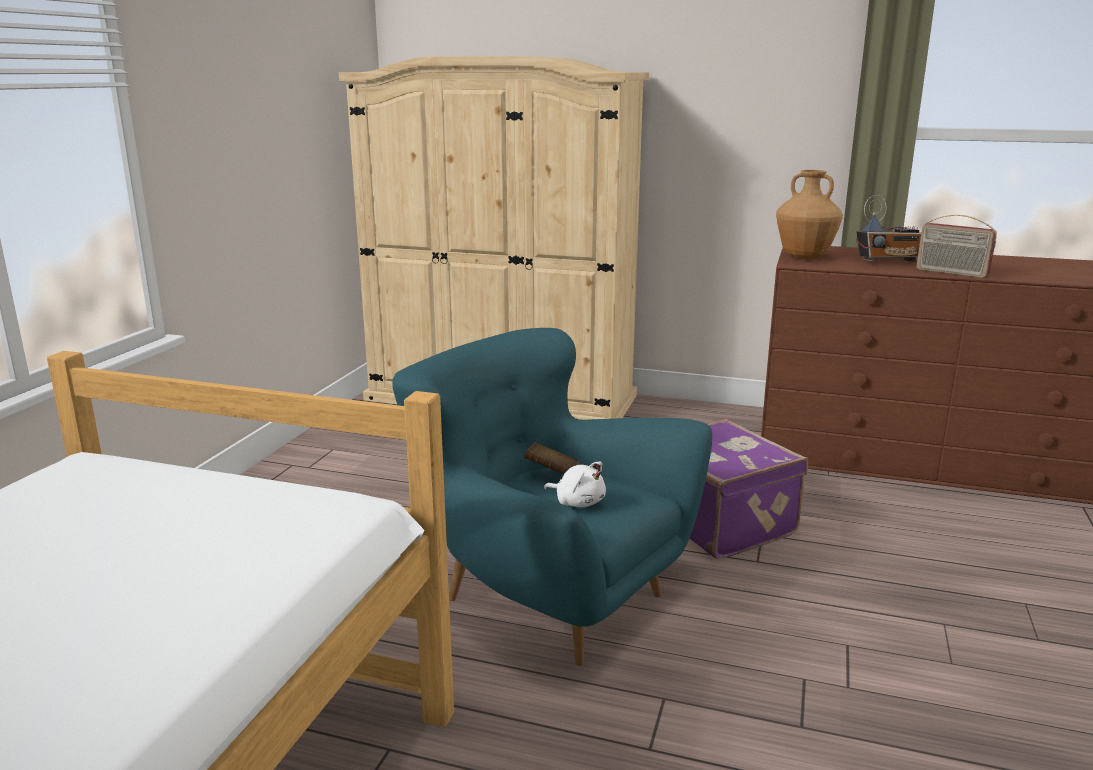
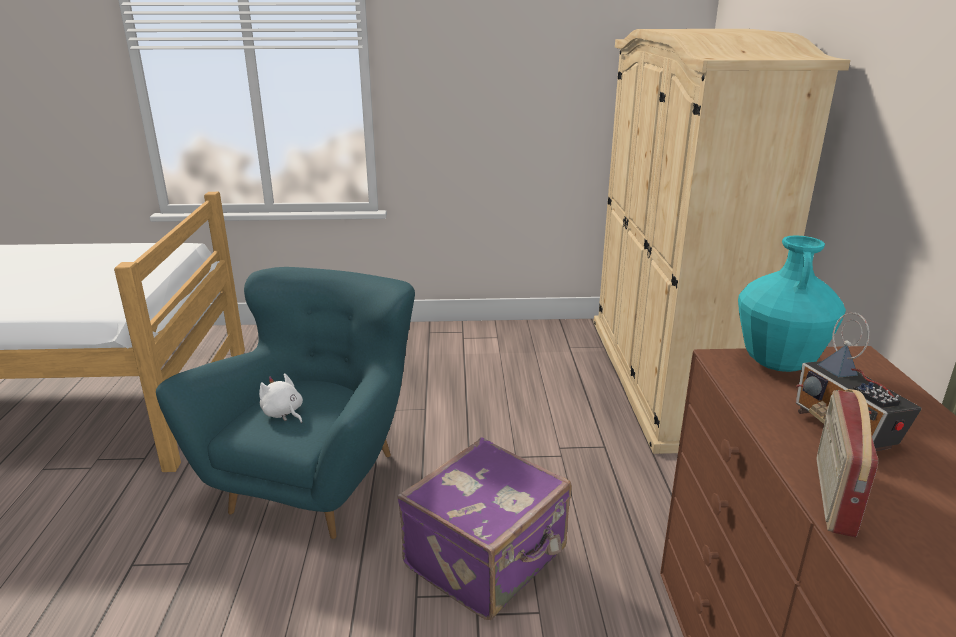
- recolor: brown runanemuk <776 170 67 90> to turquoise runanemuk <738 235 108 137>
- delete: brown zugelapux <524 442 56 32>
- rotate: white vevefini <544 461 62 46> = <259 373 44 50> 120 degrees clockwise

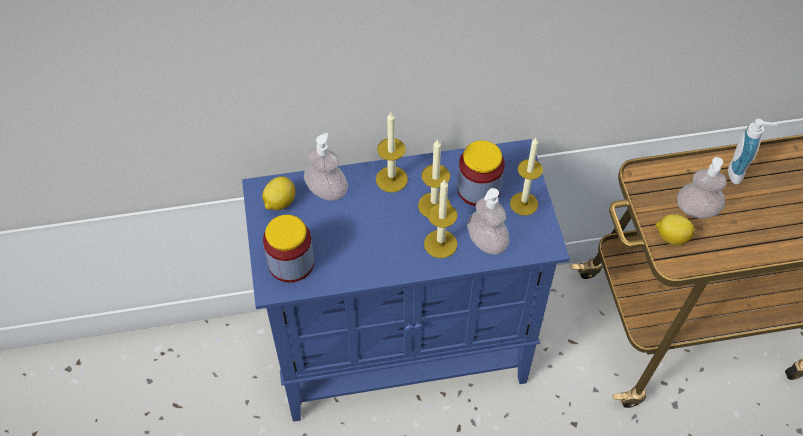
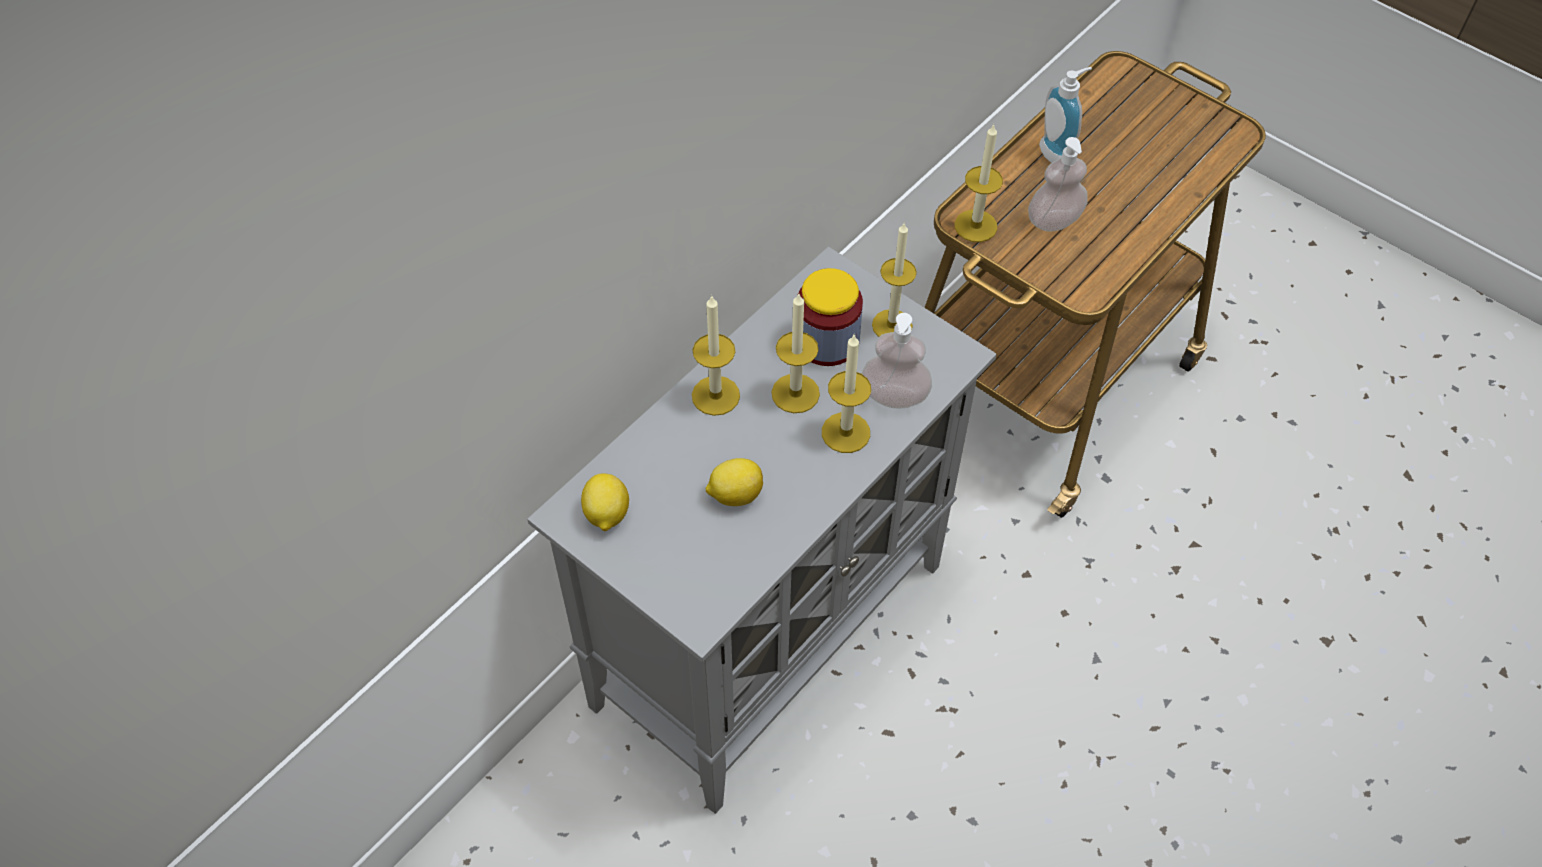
- delete: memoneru <304 133 44 68>
- recolor: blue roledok <242 139 328 283> to grey roledok <527 247 470 567>
- move: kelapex <656 214 38 32> to <706 458 57 48>
- delete: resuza <263 215 51 68>
- insert: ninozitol <955 123 48 119>

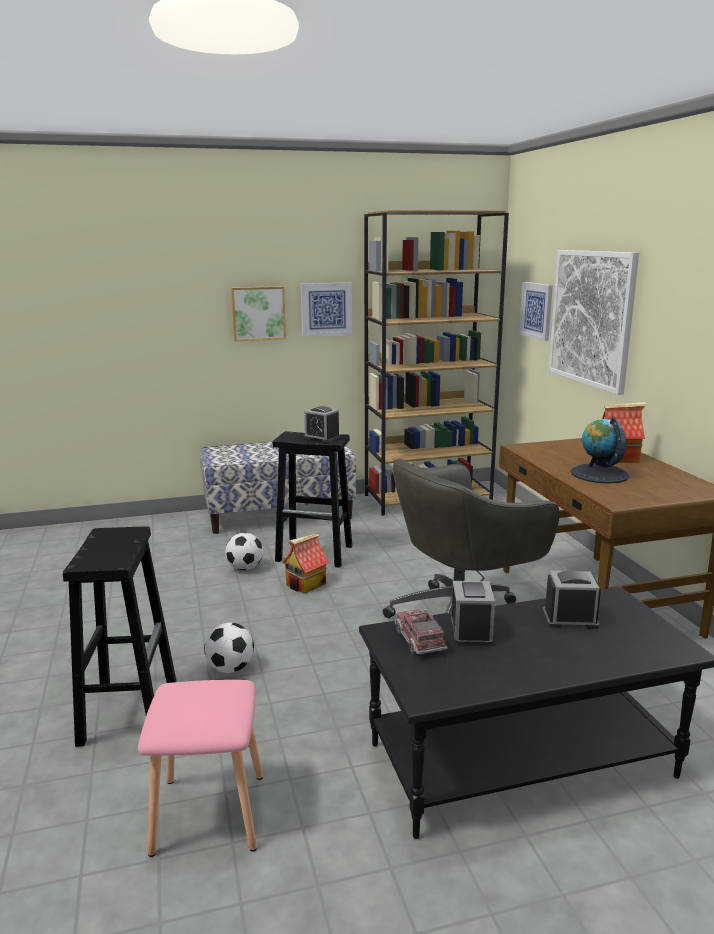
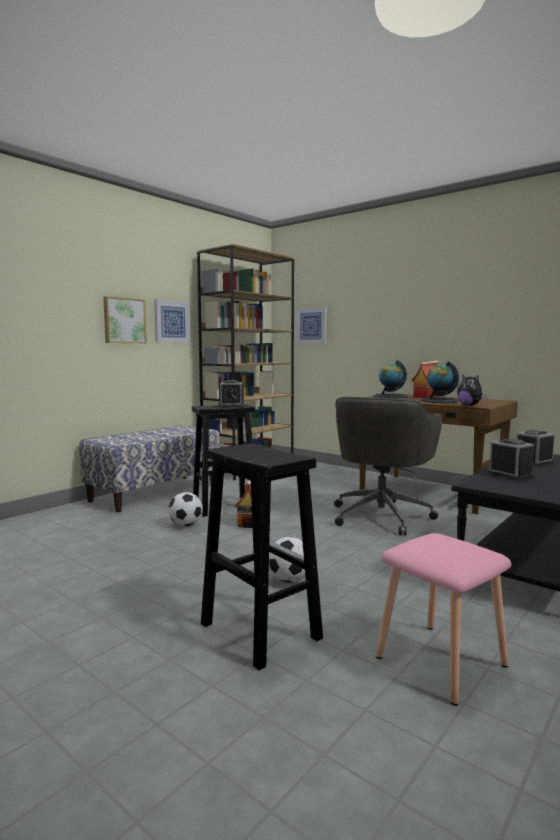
- delete: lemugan <549 250 90 145>
- delete: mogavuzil <395 609 52 46>
- insert: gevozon <374 360 33 38>
- insert: vevefini <457 374 30 32>

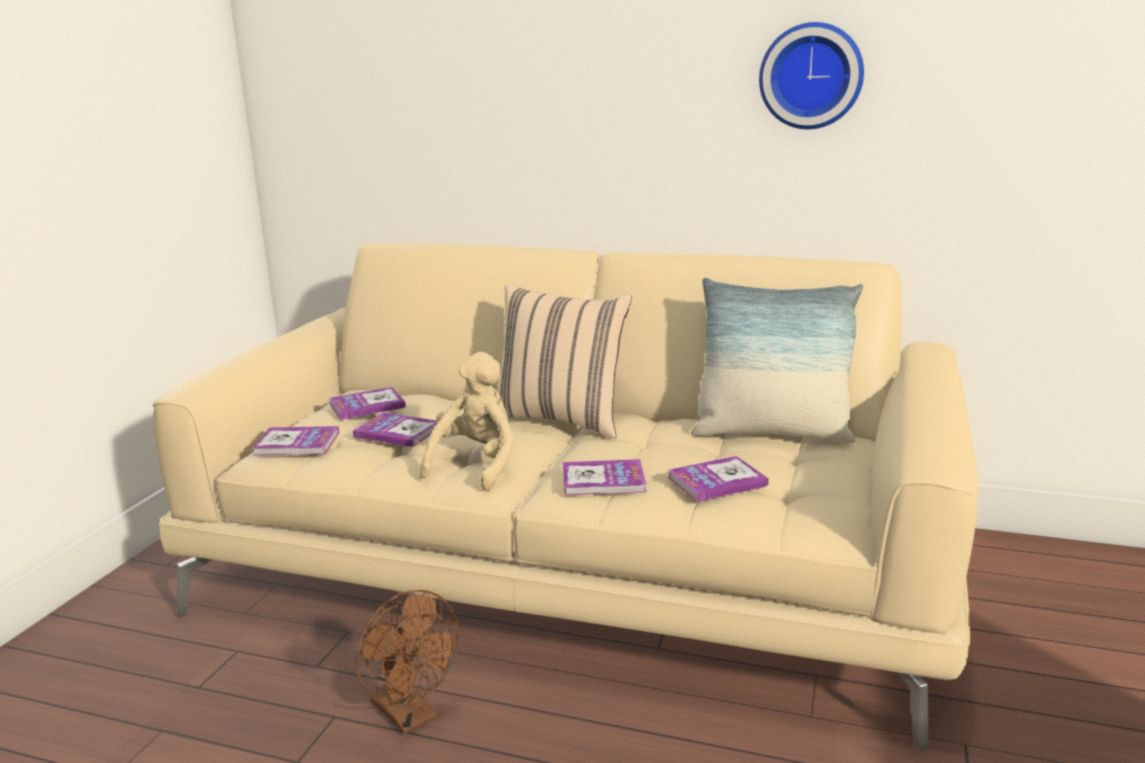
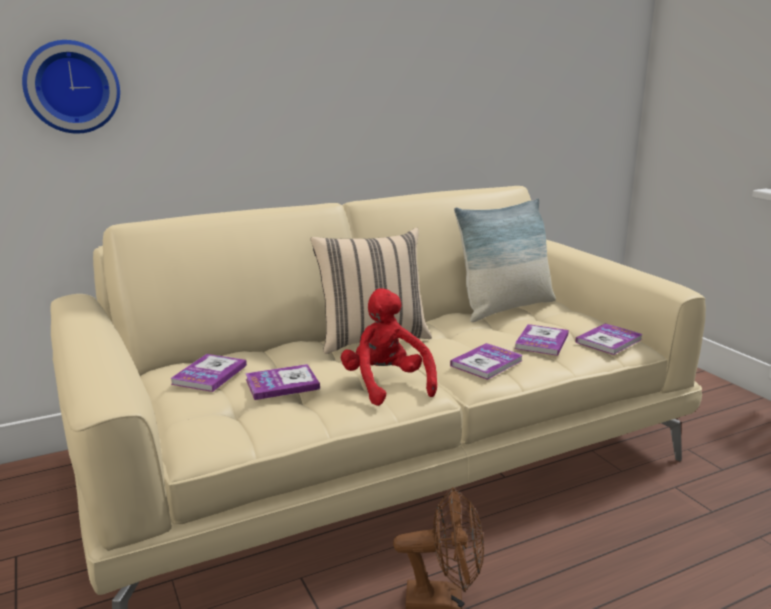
- move: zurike <759 22 105 107> to <22 40 98 94>
- recolor: beige vevefini <420 352 94 139> to red vevefini <341 288 96 118>
- move: zugelapux <252 426 87 29> to <575 323 67 32>

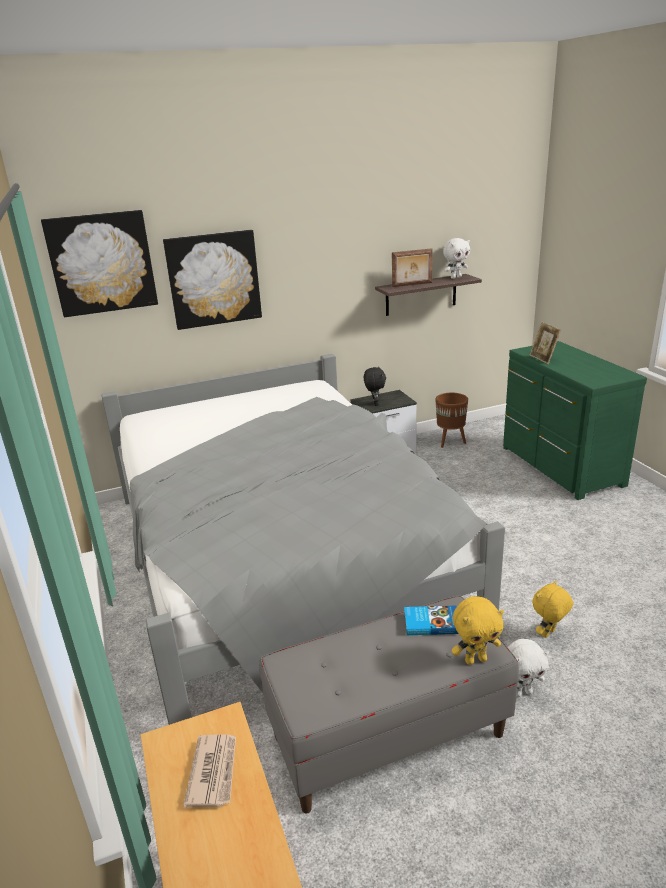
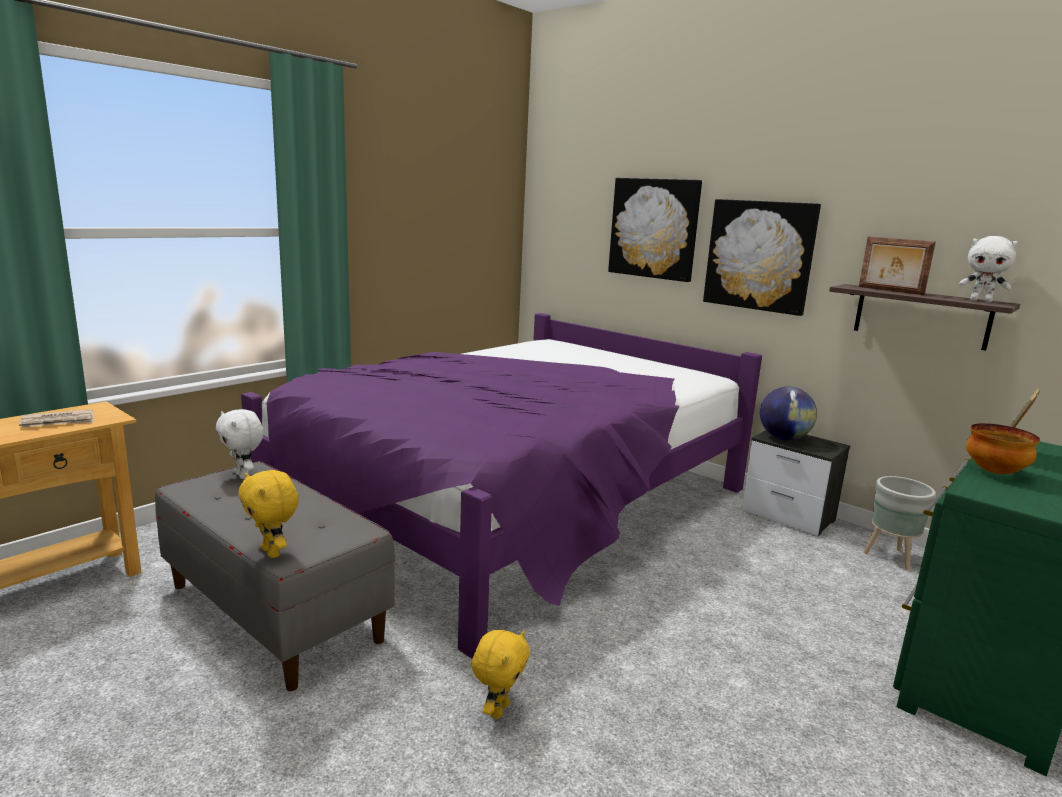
- move: lemugan <41 210 117 107> to <703 199 118 117>
- recolor: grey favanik <101 354 404 371> to purple favanik <241 313 521 346>
- replace: black vevefini <364 366 22 40> to gevozon <760 387 57 53>
- recolor: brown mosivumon <435 393 33 55> to grey mosivumon <863 476 73 94>
- rotate: yellow vevefini <532 581 41 57> = <472 630 58 89> 90 degrees clockwise
- delete: zugelapux <404 606 54 29>
- move: white vevefini <508 639 41 58> to <216 409 48 70>
- insert: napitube <966 423 74 51>

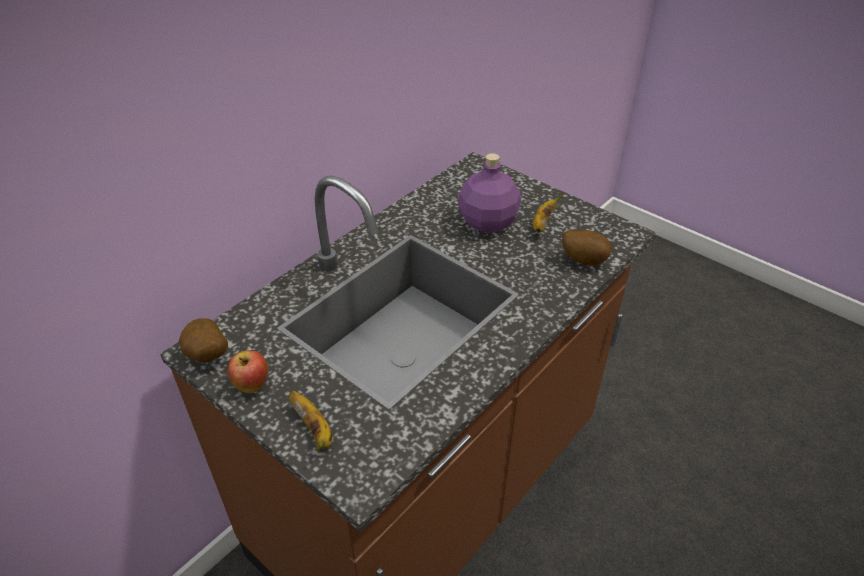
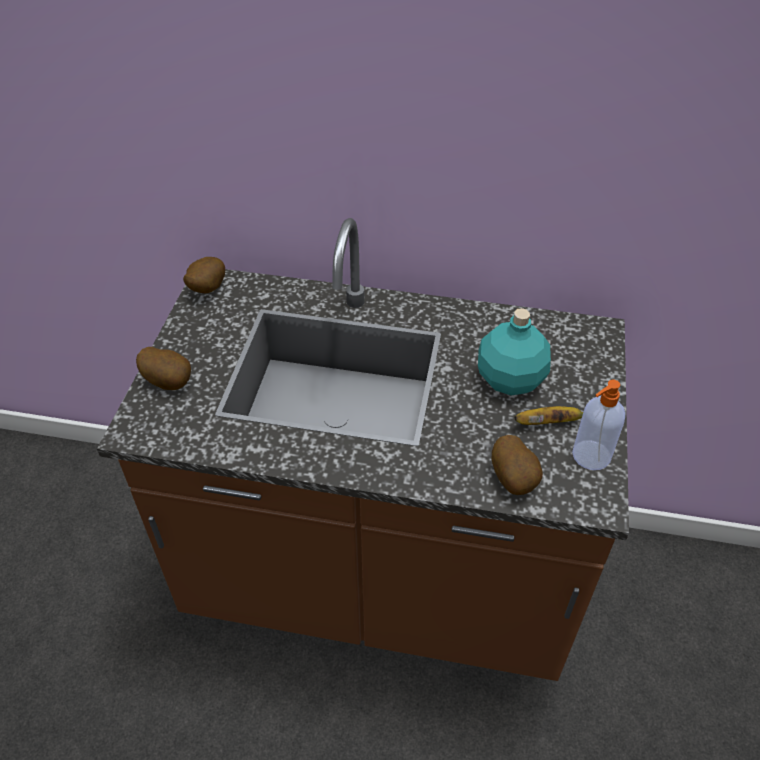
- recolor: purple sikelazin <458 153 63 79> to turquoise sikelazin <478 308 73 87>
- delete: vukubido <227 350 41 43>
- replace: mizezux <289 391 43 60> to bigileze <136 347 55 43>
- insert: memoneru <572 380 53 90>

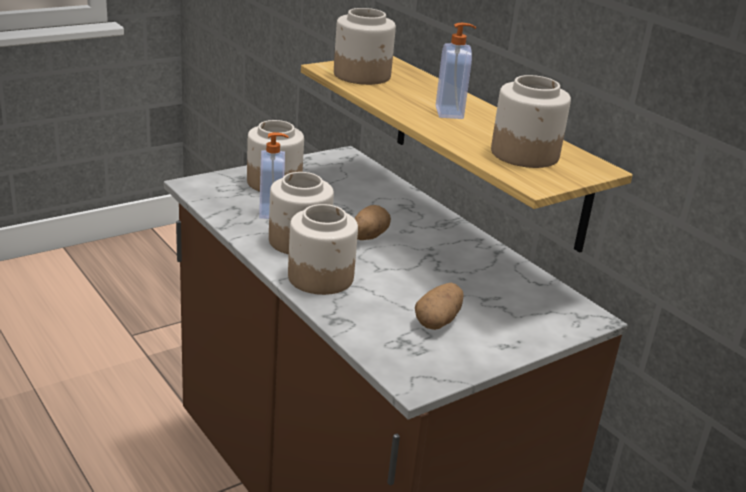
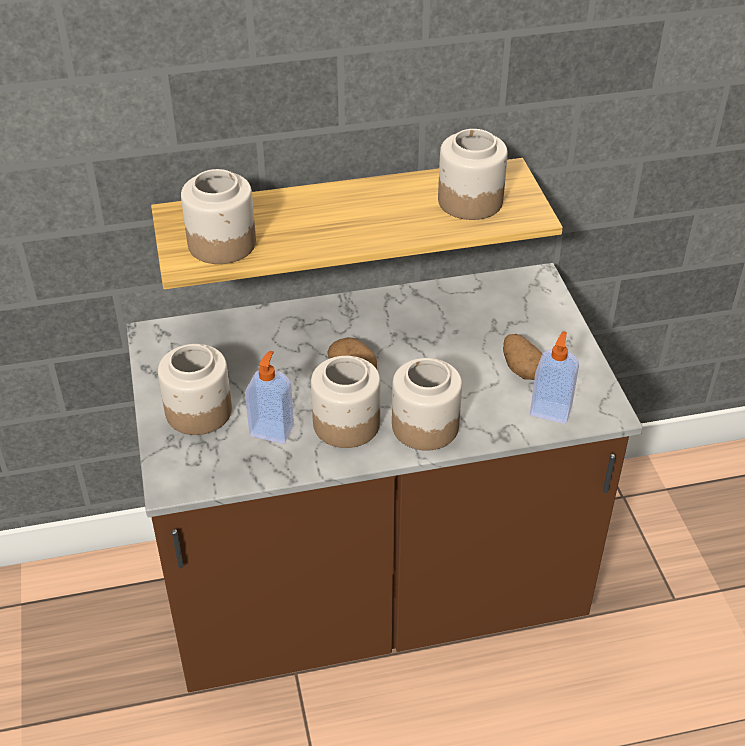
- move: memoneru <436 23 40 96> to <530 331 49 93>

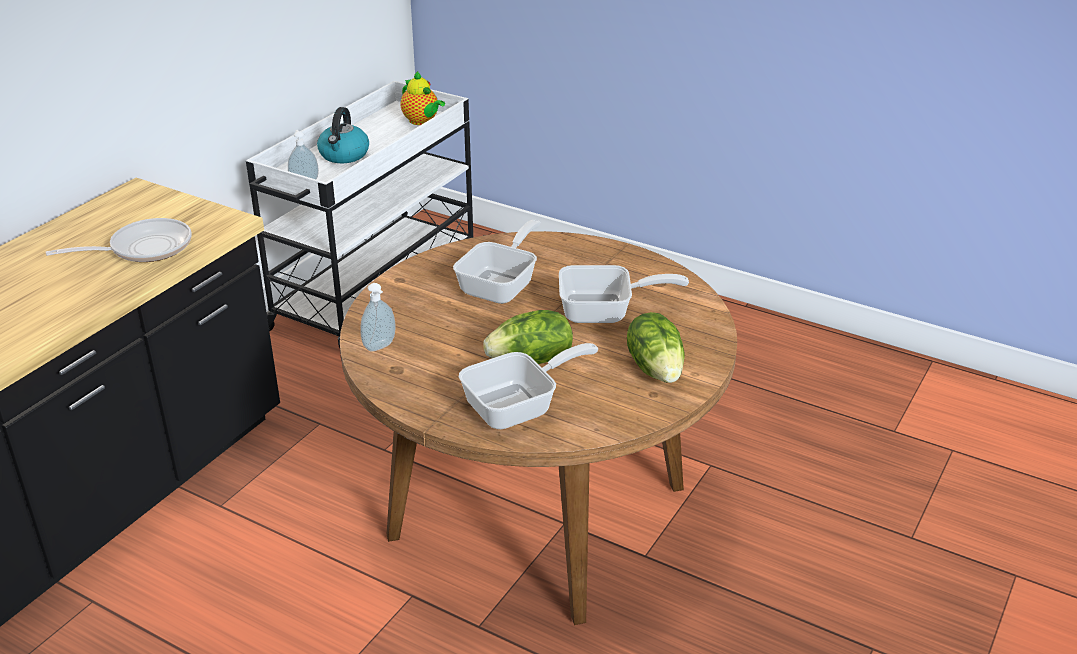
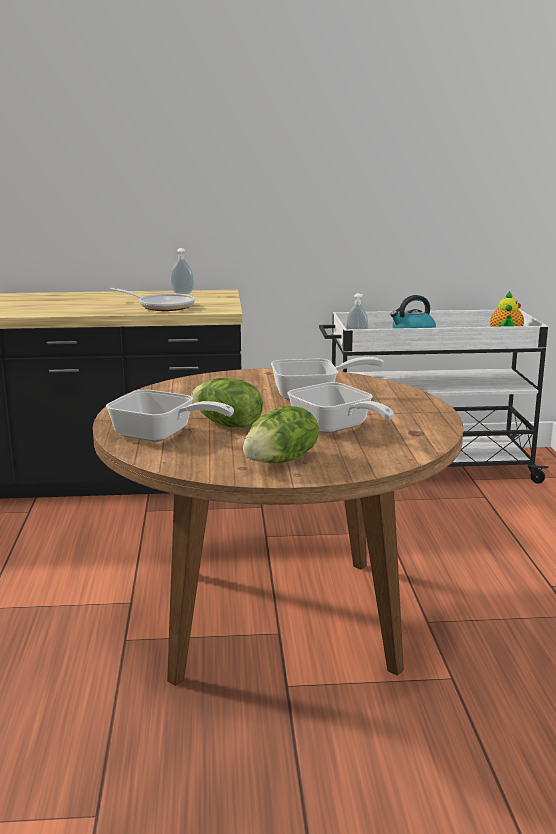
- move: memoneru <361 283 35 69> to <171 248 23 46>

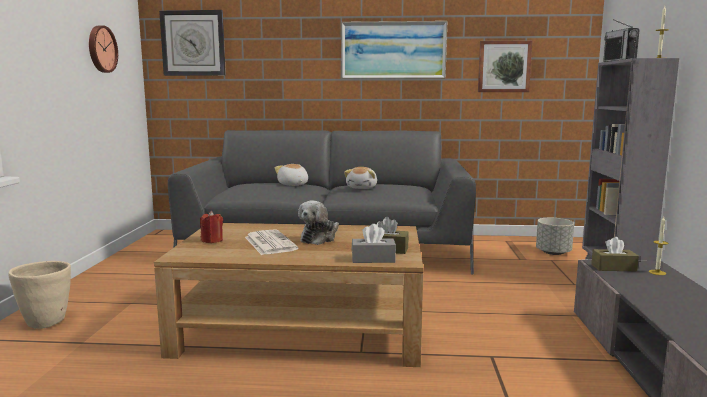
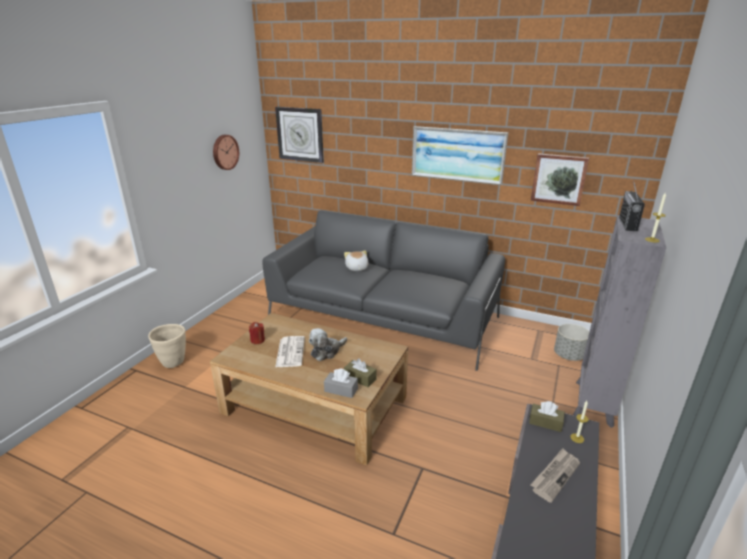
- delete: vevefini <344 167 33 22>
- insert: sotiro <530 448 50 55>

